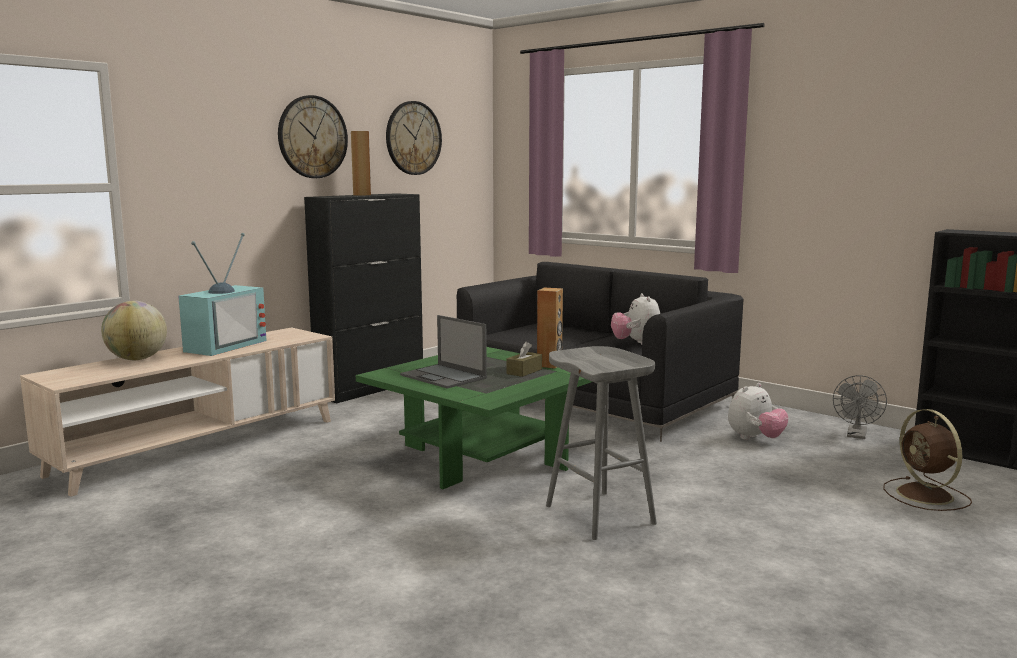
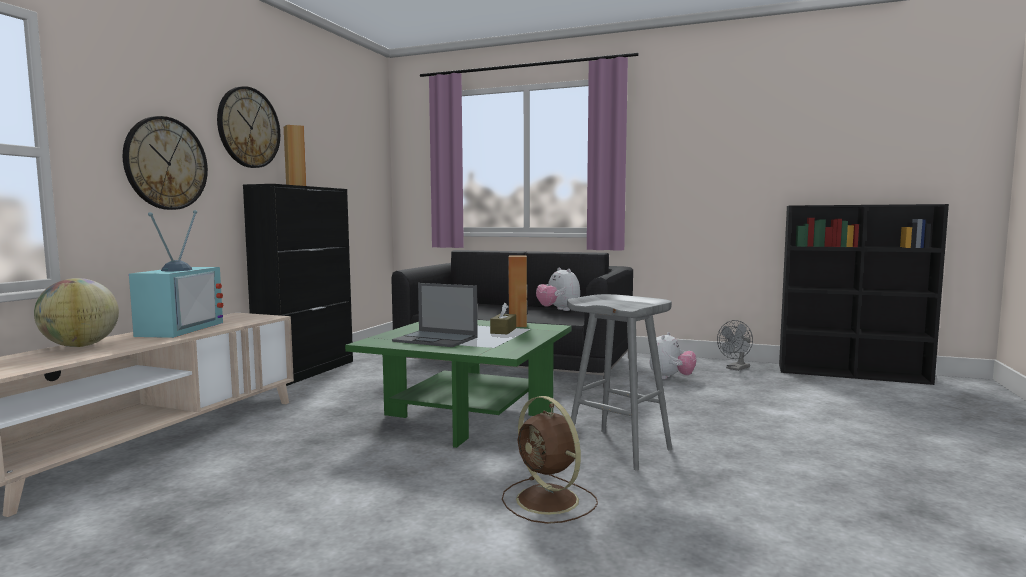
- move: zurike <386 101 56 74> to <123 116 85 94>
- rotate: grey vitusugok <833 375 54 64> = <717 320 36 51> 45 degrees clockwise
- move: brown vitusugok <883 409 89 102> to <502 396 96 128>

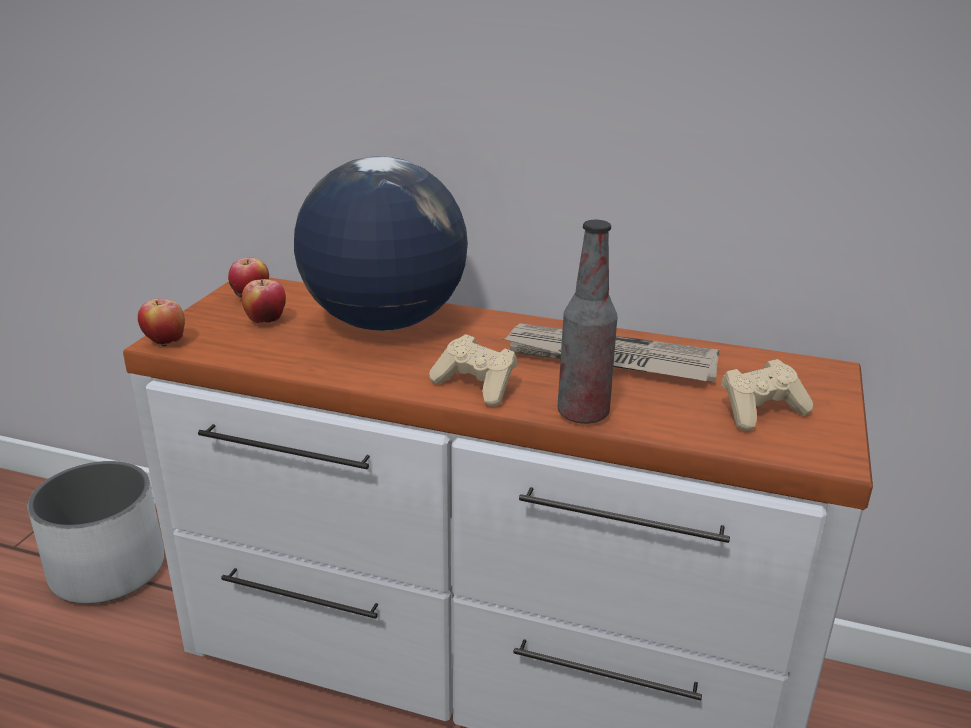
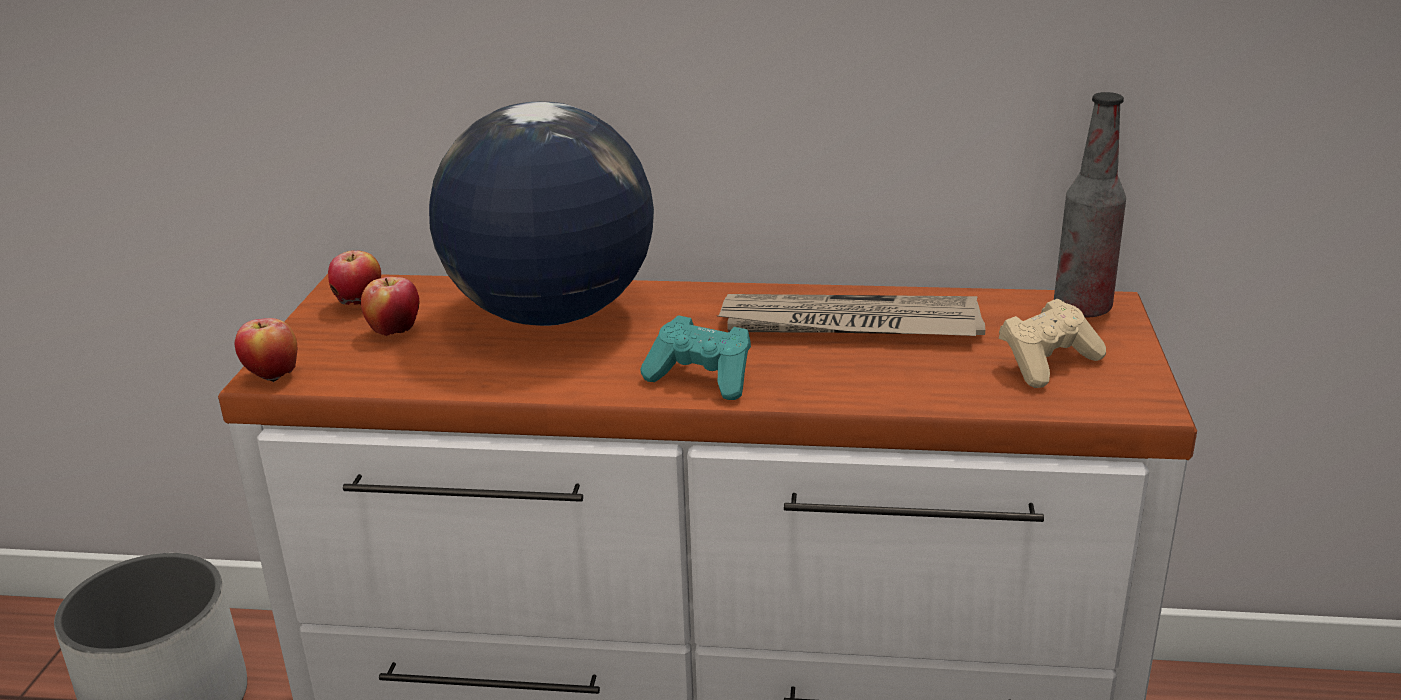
- move: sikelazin <558 220 60 204> to <1054 92 72 226>
- recolor: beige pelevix <429 334 88 73> to turquoise pelevix <640 315 111 85>

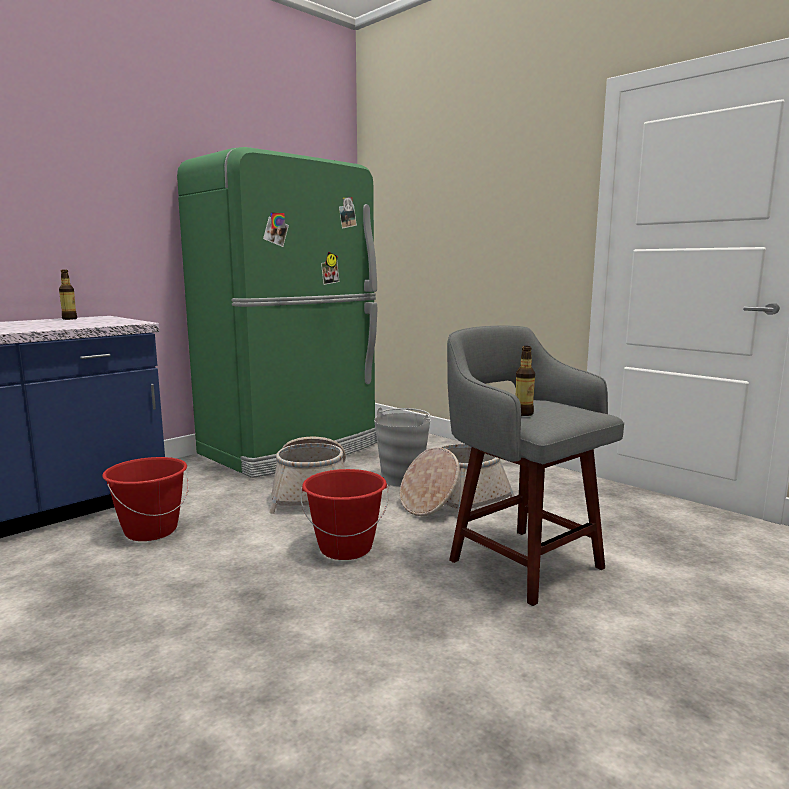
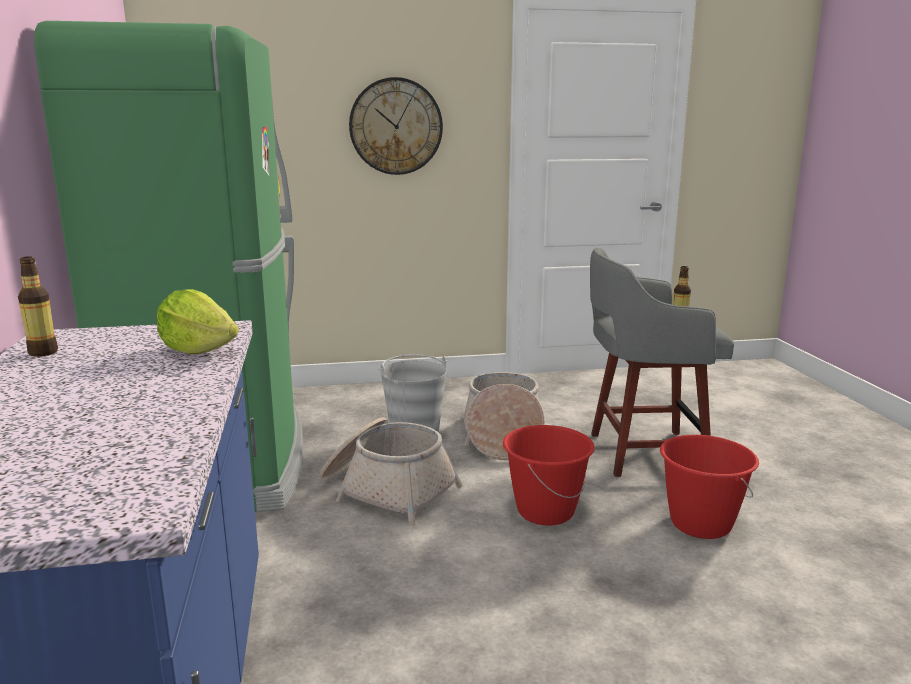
- move: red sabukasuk <102 457 87 84> to <660 435 99 104>
- insert: zurike <349 77 94 98>
- insert: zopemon <157 289 82 65>

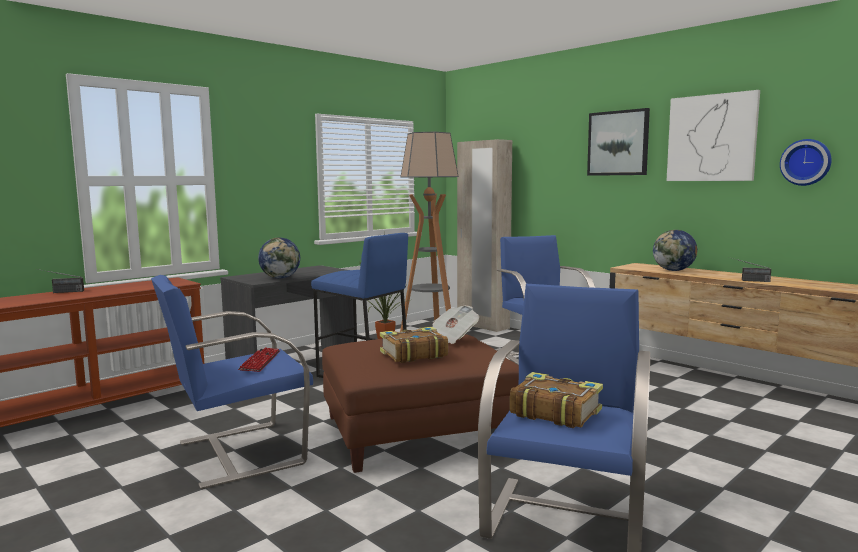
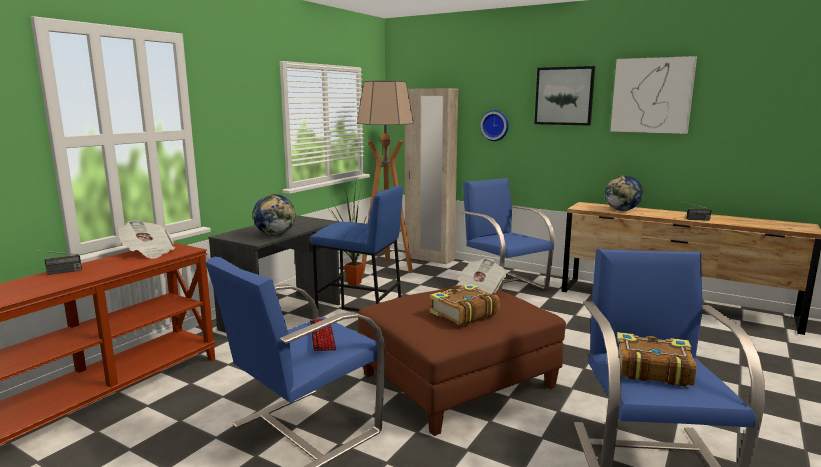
- move: zurike <780 139 52 47> to <480 110 29 31>
- insert: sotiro <118 220 57 39>

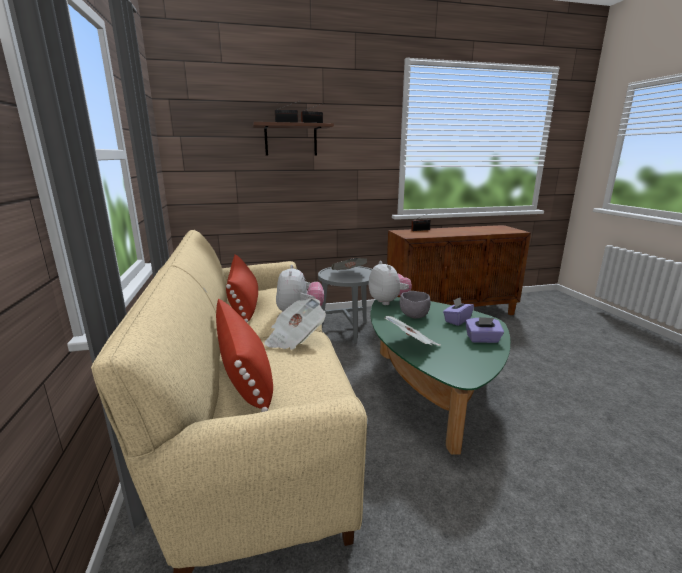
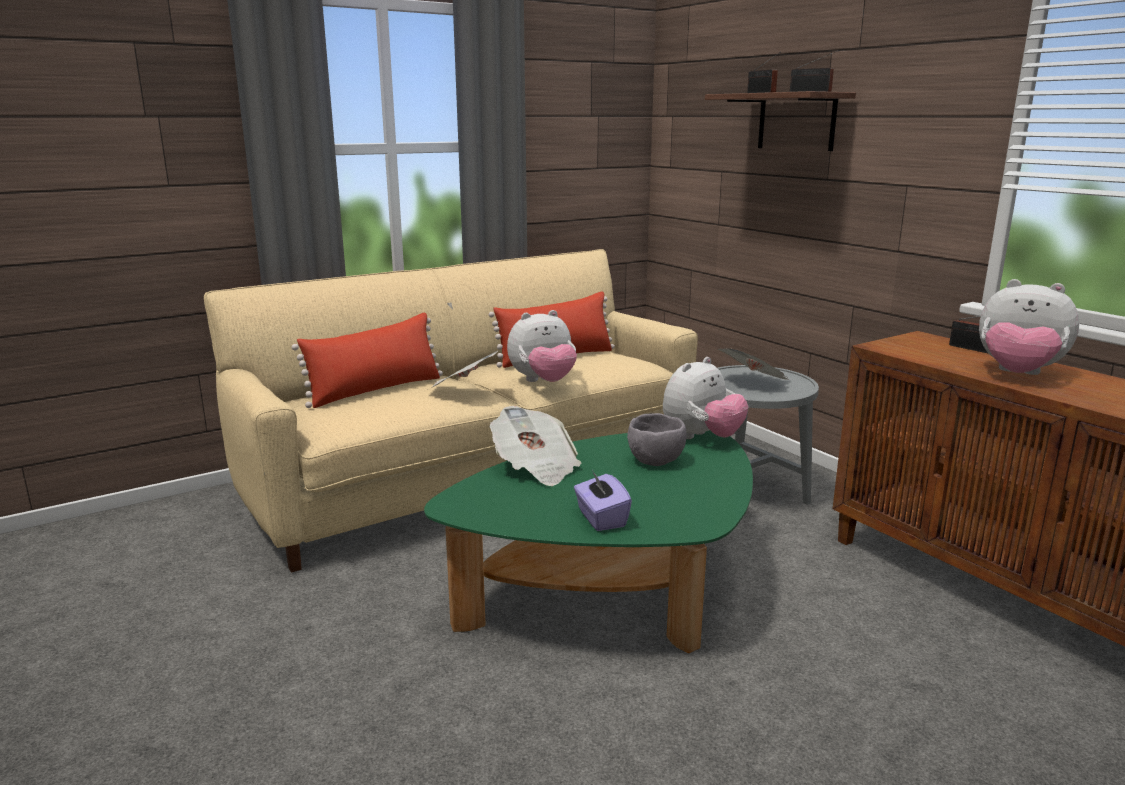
- delete: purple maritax <443 297 31 29>
- insert: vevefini <979 279 100 96>

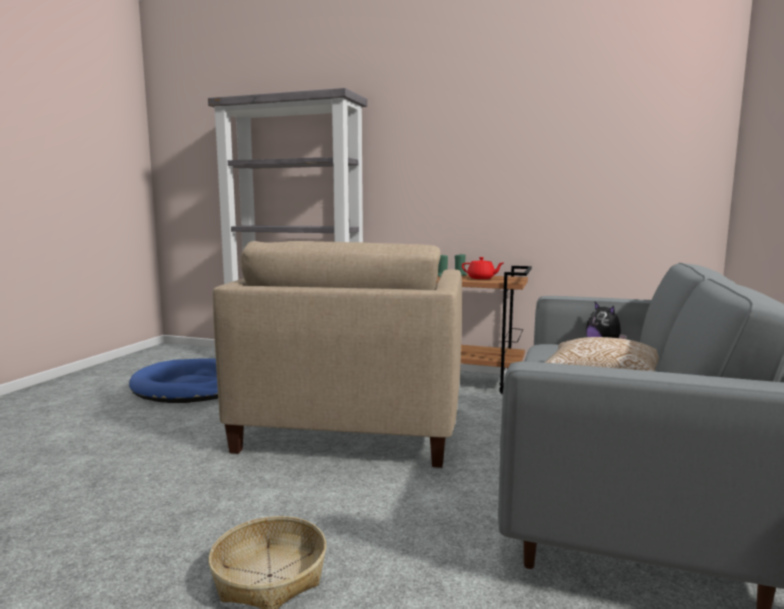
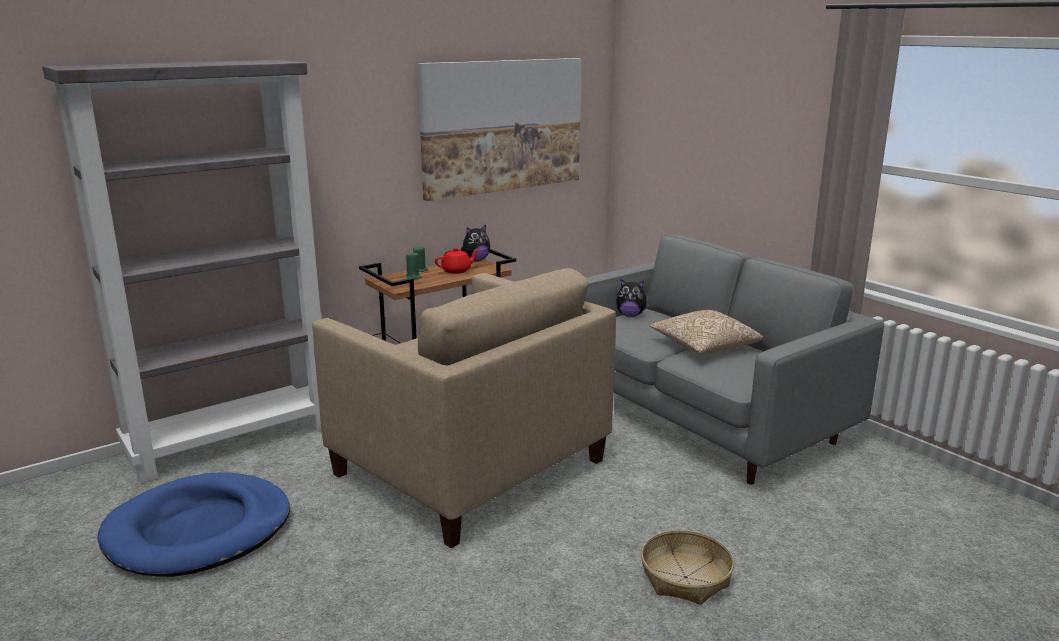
- insert: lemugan <417 58 164 143>
- insert: vevefini <462 225 28 36>

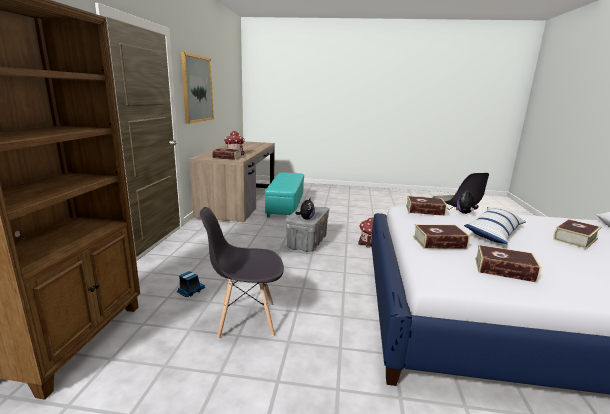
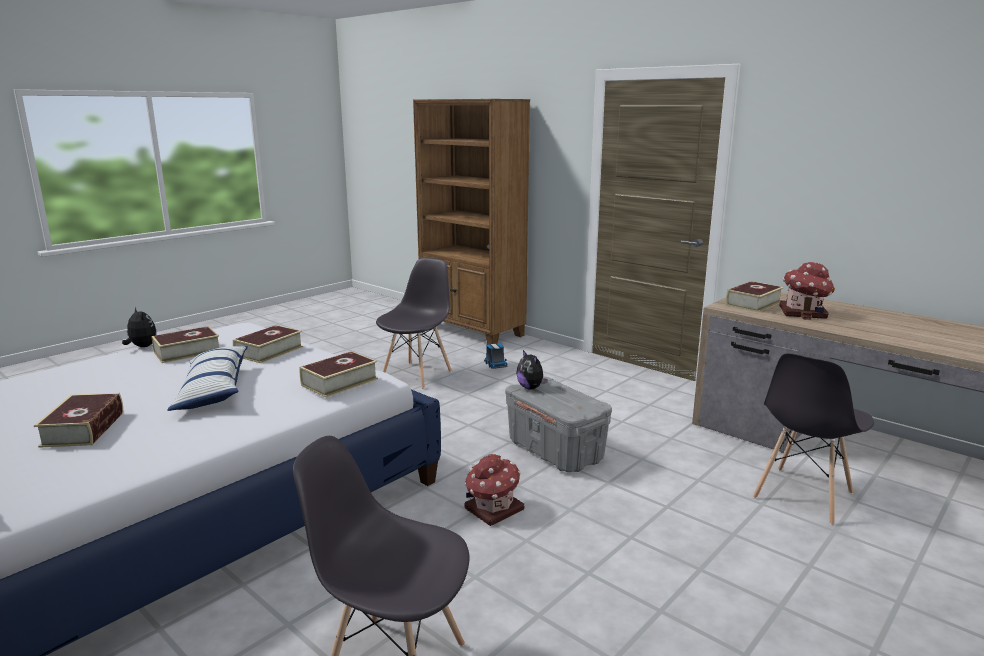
- delete: lemugan <181 52 33 72>
- replace: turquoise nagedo <265 172 39 45> to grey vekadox <753 353 121 173>
- move: vevefini <457 188 22 26> to <122 307 35 40>

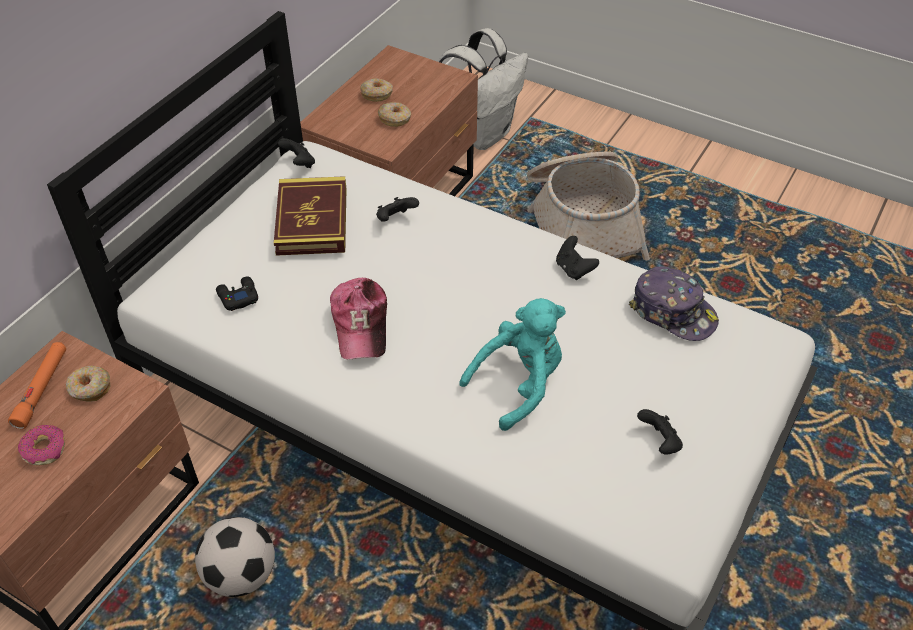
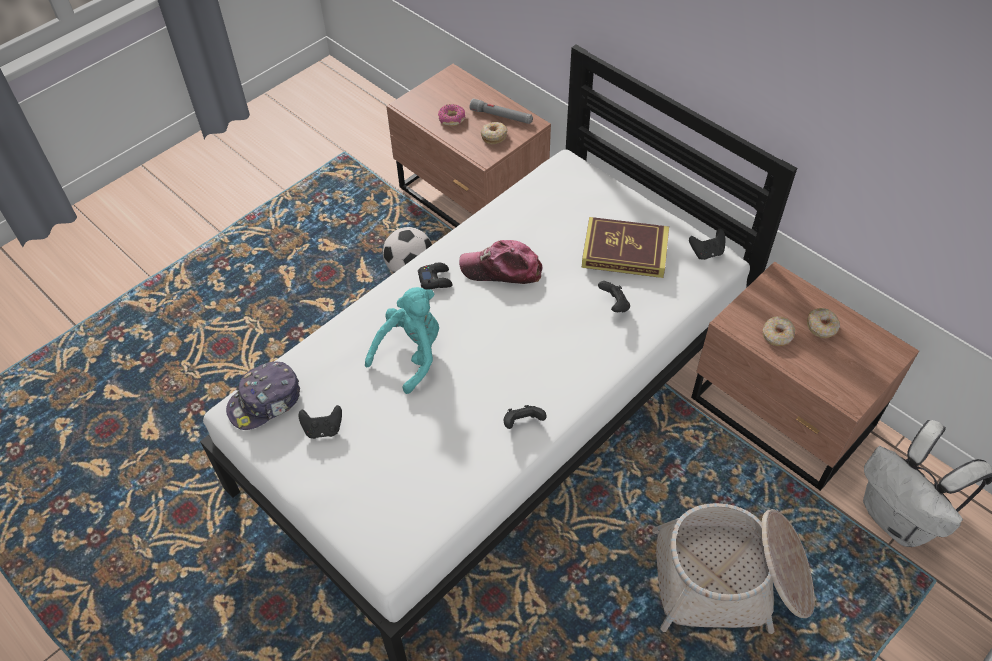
- move: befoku <629 266 90 75> to <226 361 74 69>
- move: black pelevix <216 277 42 34> to <418 263 35 27>
- rotate: turquoise vevefini <459 298 107 133> = <365 287 74 107> 120 degrees counterclockwise
- recolor: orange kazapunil <8 342 58 87> to grey kazapunil <470 99 63 25>

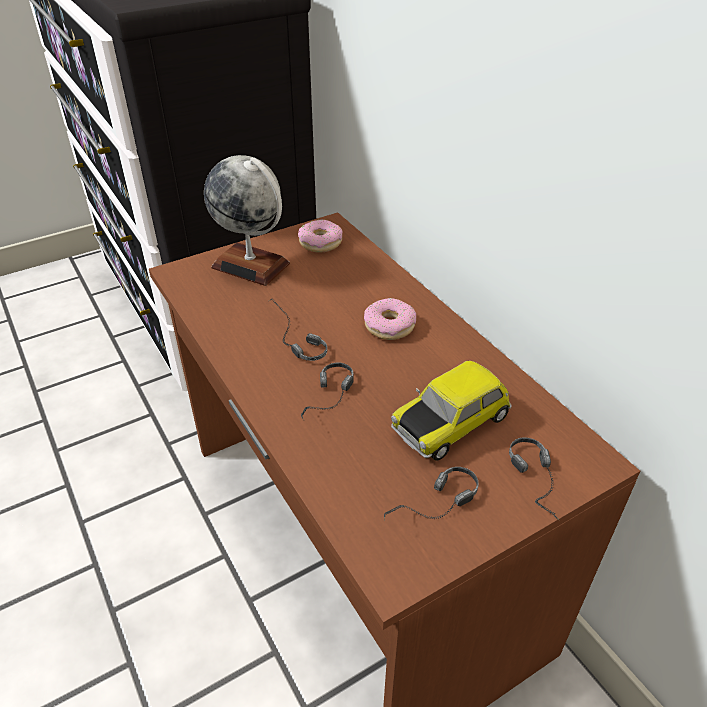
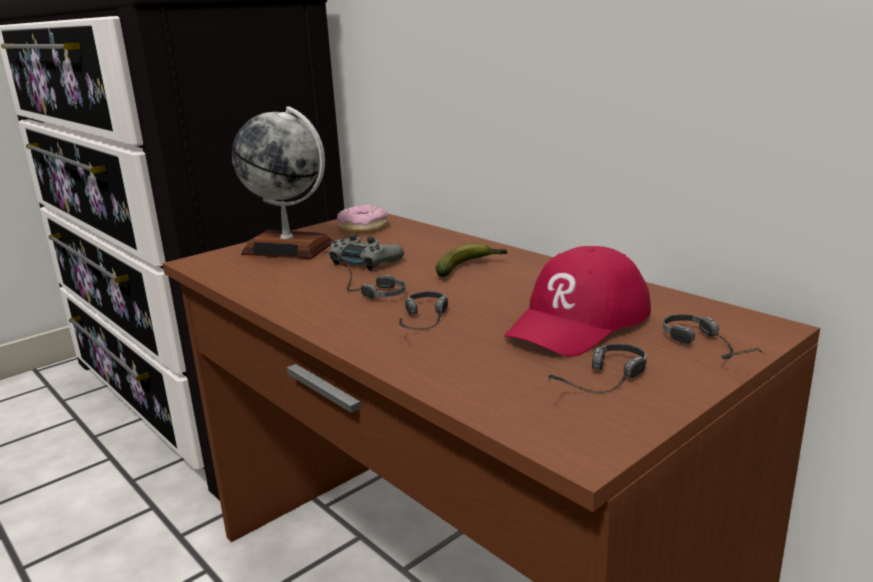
- replace: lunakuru <364 298 52 42> to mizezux <435 244 73 33>
- replace: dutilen <391 361 121 100> to red befoku <504 246 147 110>
- insert: grey pelevix <330 234 74 37>

